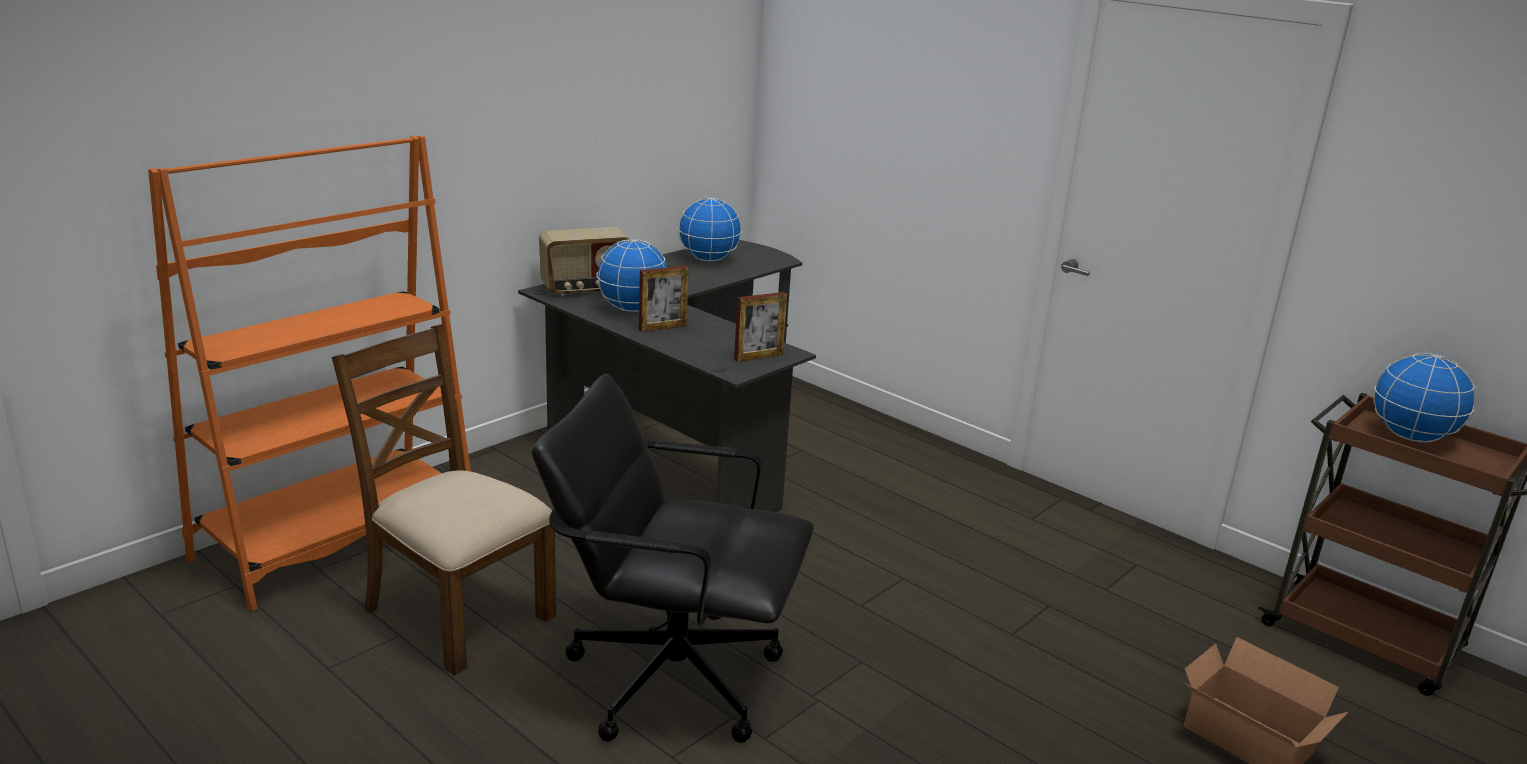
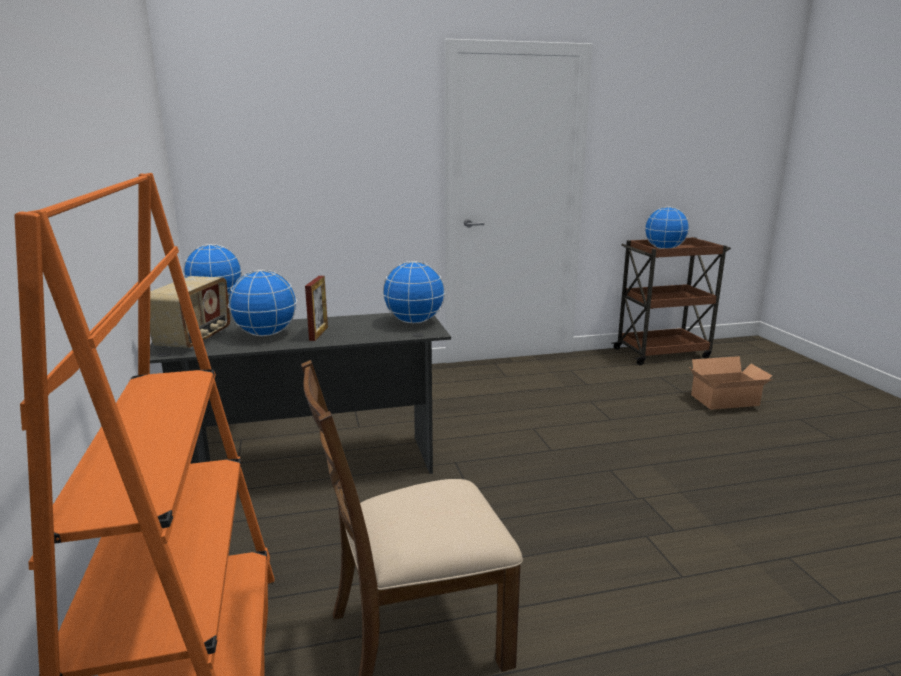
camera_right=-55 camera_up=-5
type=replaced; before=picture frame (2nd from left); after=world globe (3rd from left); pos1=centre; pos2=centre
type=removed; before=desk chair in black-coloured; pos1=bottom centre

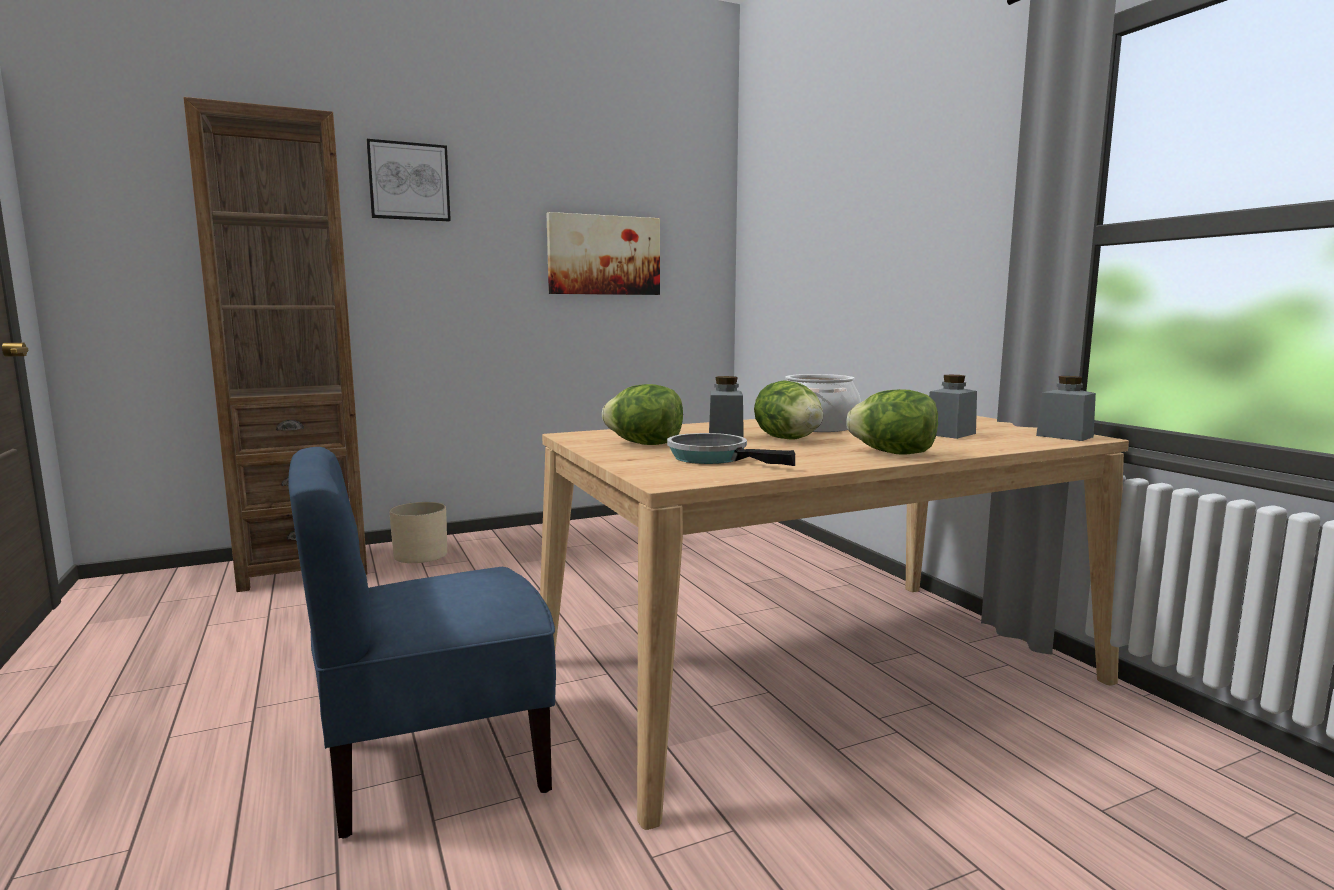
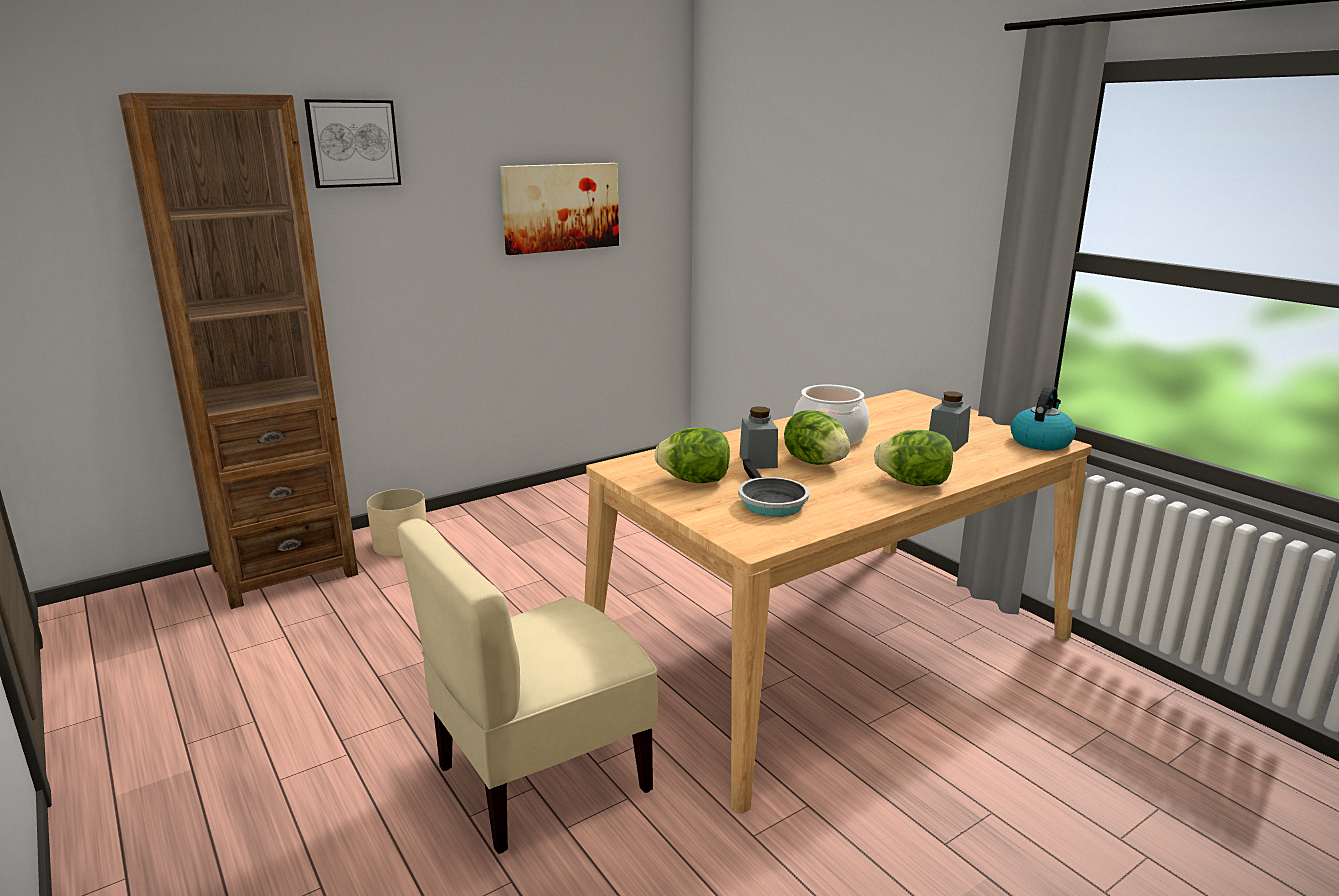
camera_right=-10 camera_up=10
type=replaced; before=storage jar in greyish (3rd from left); after=water kettle; pos1=middle right; pos2=middle right
type=turned; before=pan; pos1=centre; pos2=centre; turn=-135
type=recoloured; before=upright chair in blue; after=upright chair in sand-coloured; pos1=bottom left; pos2=bottom centre

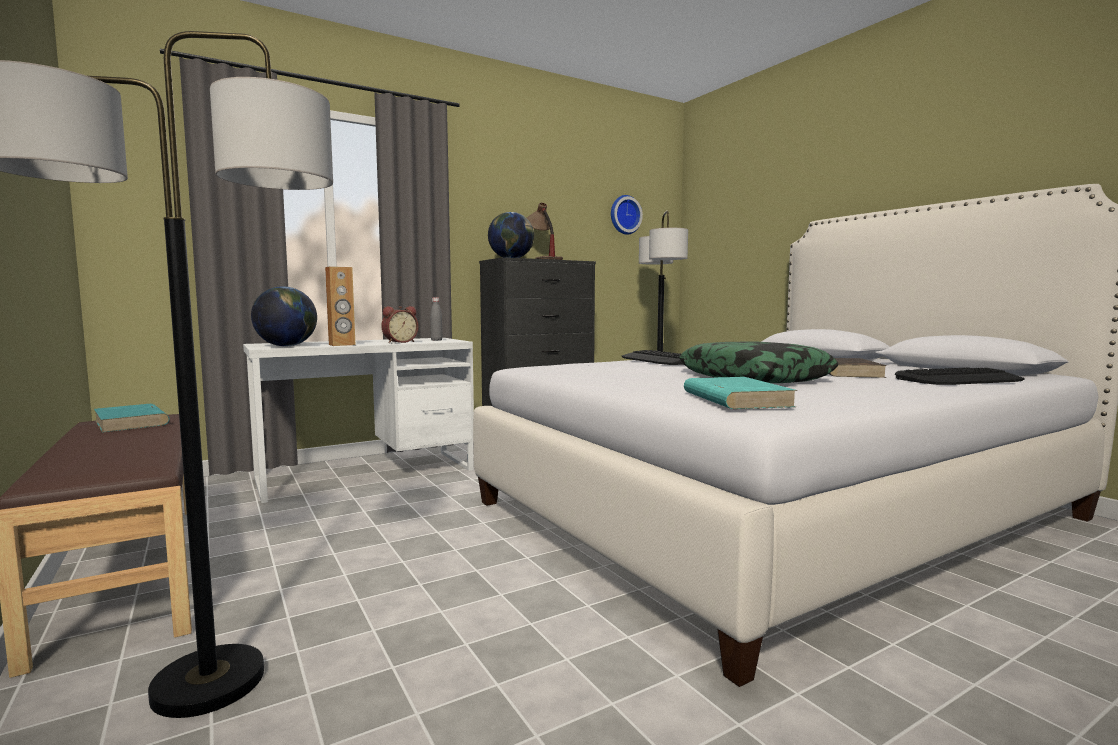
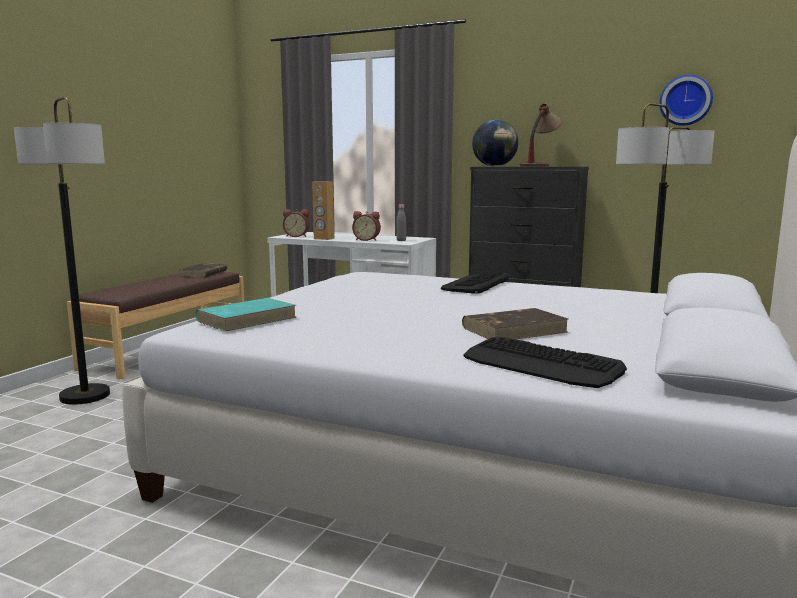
camera_right=55 camera_up=5
type=replaced; before=world globe (1st from left); after=alarm clock (1st from left); pos1=middle left; pos2=centre
type=removed; before=throw pillow; pos1=middle right
type=recoloured; before=book in blue-green (1st from left); after=book in brown (1st from left); pos1=middle left; pos2=middle left

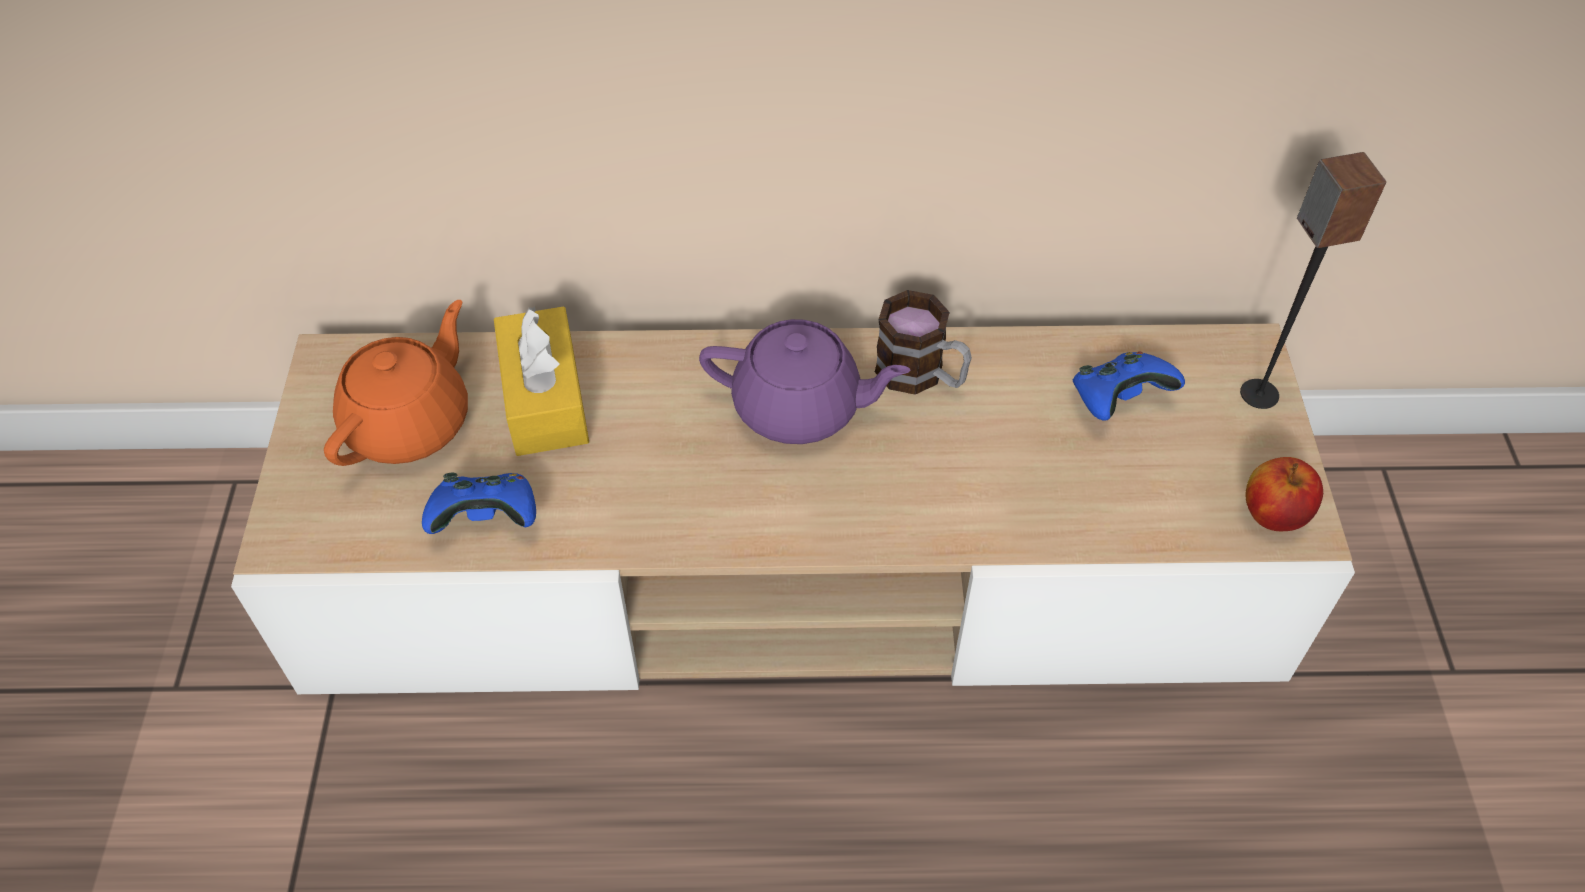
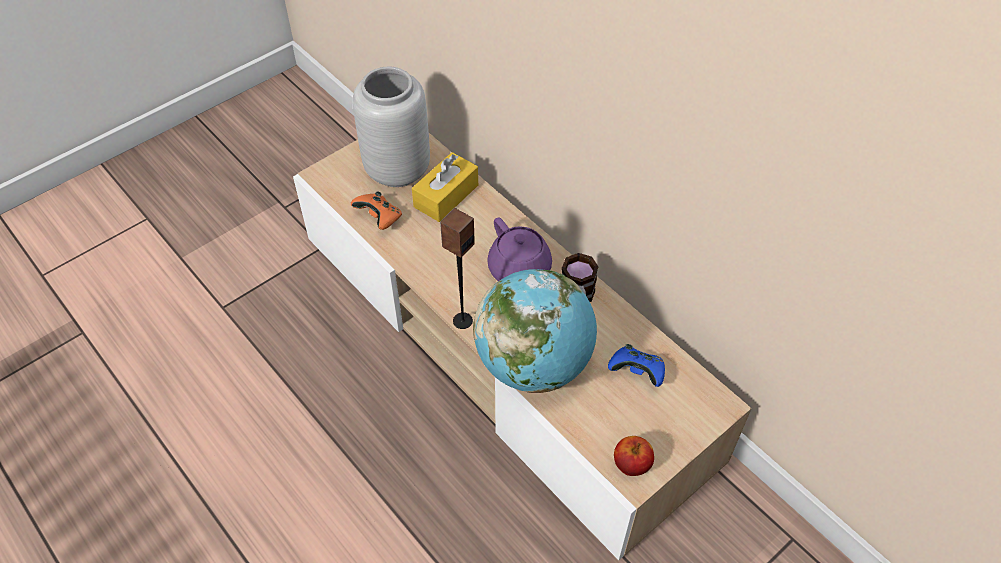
camera_right=50 camera_up=0
type=moved; before=loudspeaker; pos1=top right; pos2=centre
type=replaced; before=tea pot in orange-coloured; after=flower vase in greyish; pos1=middle left; pos2=top centre
type=recoloured; before=joypad in blue (1st from left); after=joypad in orange-coloured; pos1=middle left; pos2=centre
type=added; after=world globe; pos2=centre

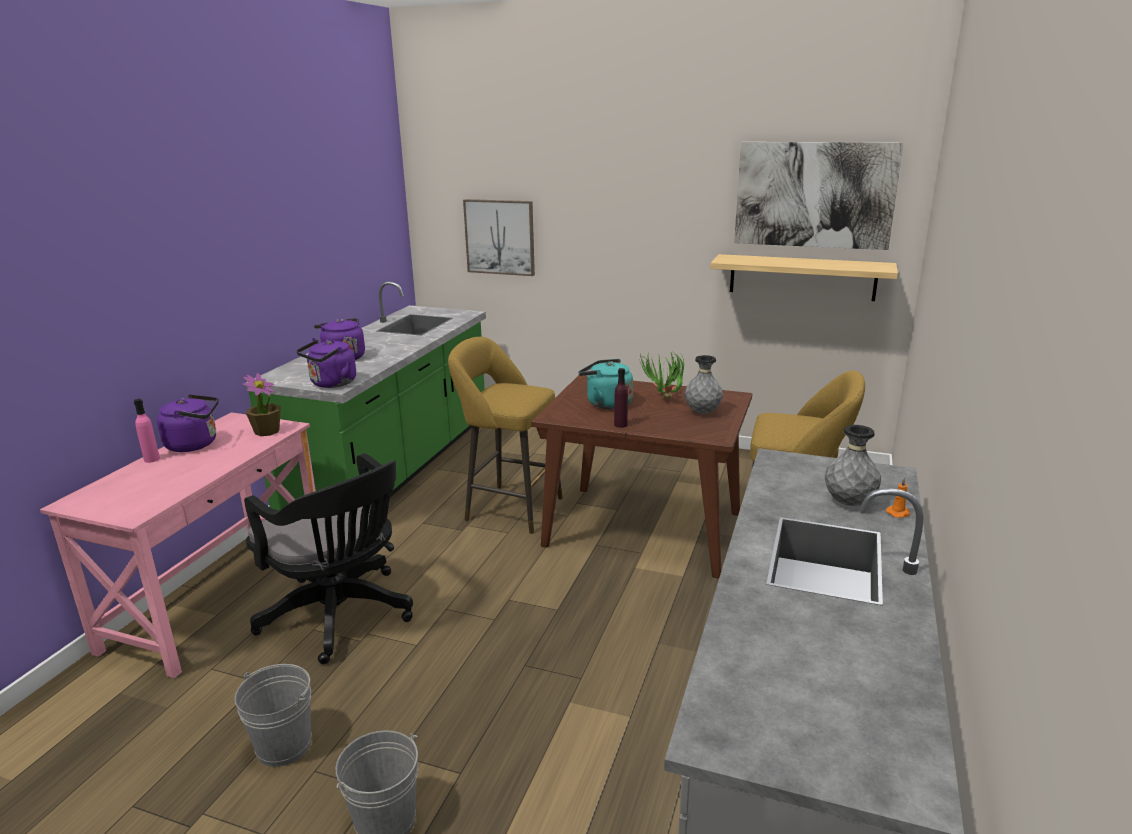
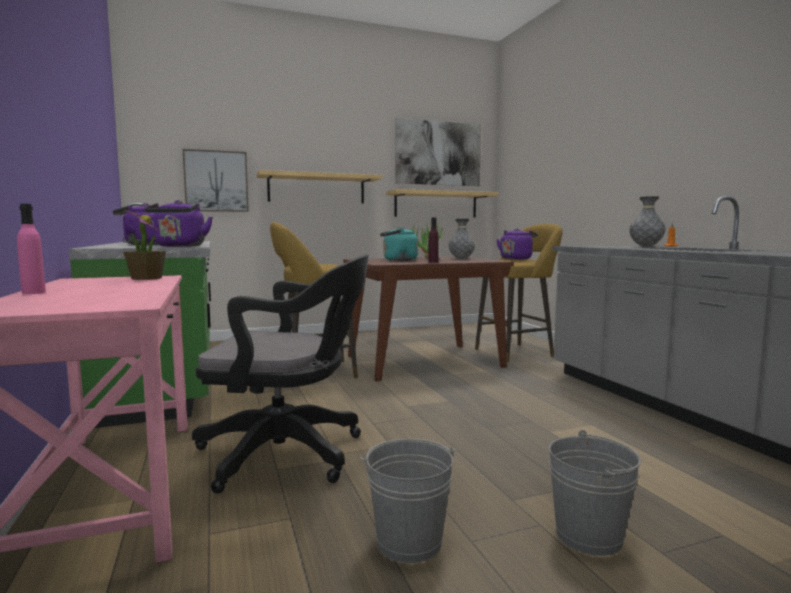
camera_right=-40 camera_up=-15
type=moved; before=water kettle in purplish (1st from left in the first image); after=water kettle in purplish (3rd from left); pos1=middle left; pos2=centre
type=added; after=bracket shelf (1st from left); pos2=top centre

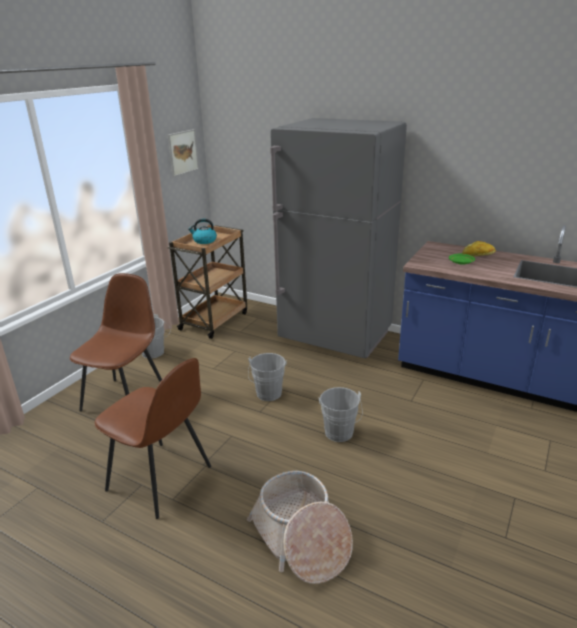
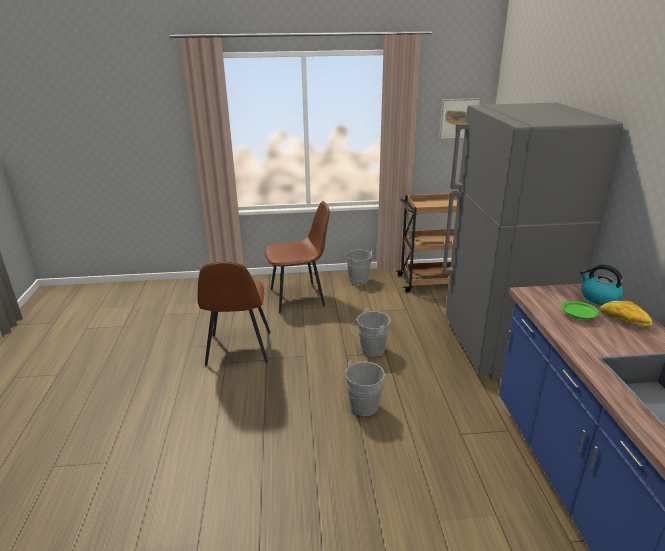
camera_right=55 camera_up=0
type=moved; before=water kettle; pos1=centre; pos2=middle right
type=removed; before=basket; pos1=bottom centre

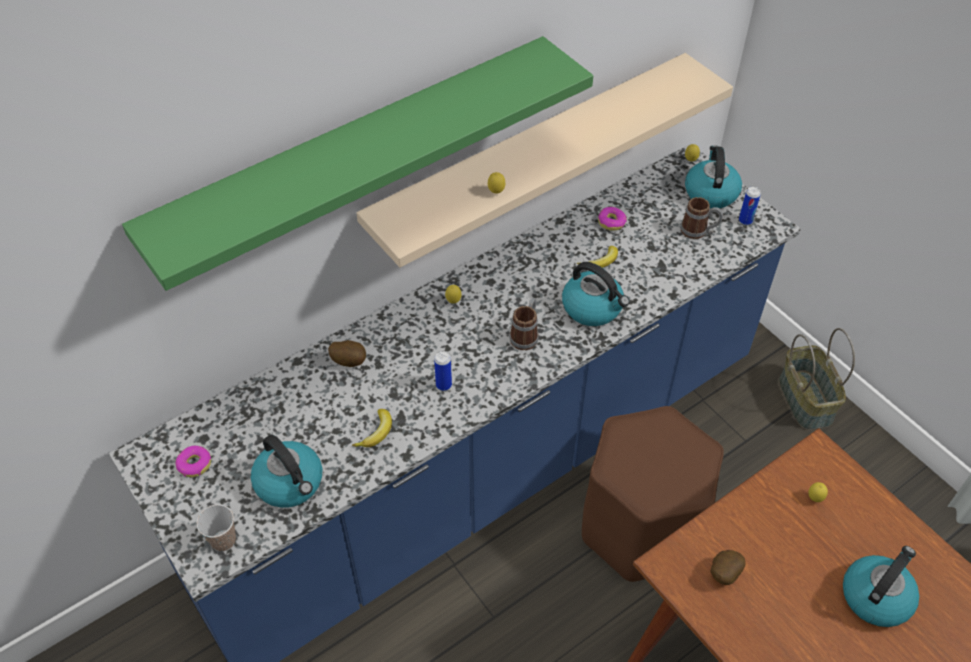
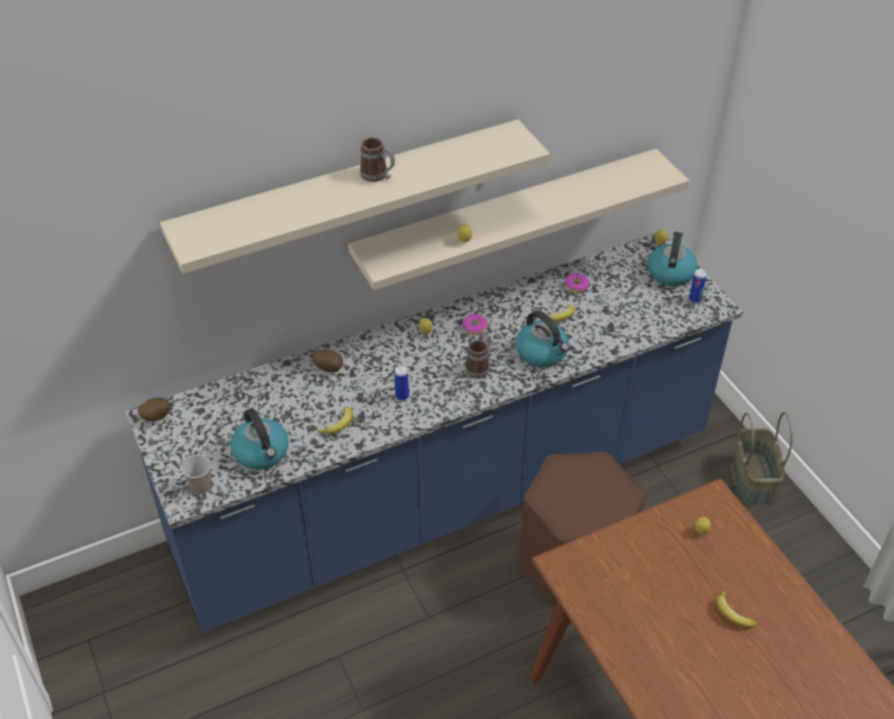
camera_right=10 camera_up=-5
type=recoloured; before=bracket shelf in greenish; after=bracket shelf in sand-coloured (1st from left); pos1=top centre; pos2=top centre
type=moved; before=tea mug (2nd from left in the first image); after=tea mug (1st from left); pos1=top right; pos2=top centre
type=moved; before=ring doughnut (1st from left); pos1=bottom left; pos2=centre
type=replaced; before=water kettle (4th from left); after=banana (3rd from left); pos1=bottom right; pos2=bottom right
type=moved; before=potato (2nd from left in the first image); after=potato (1st from left); pos1=bottom right; pos2=middle left

